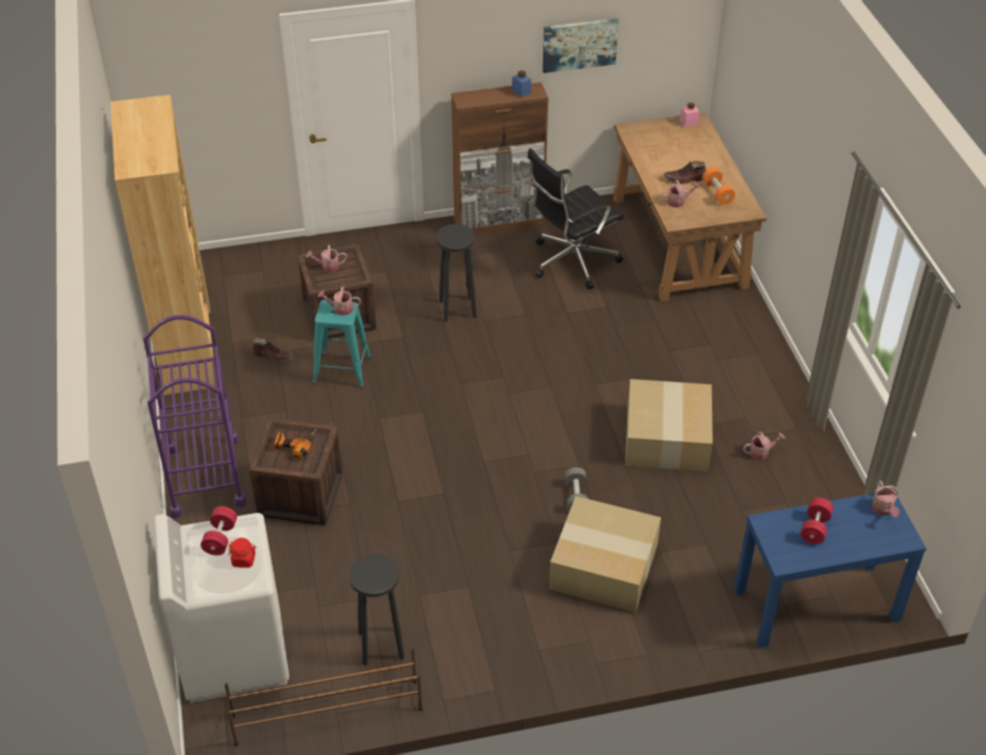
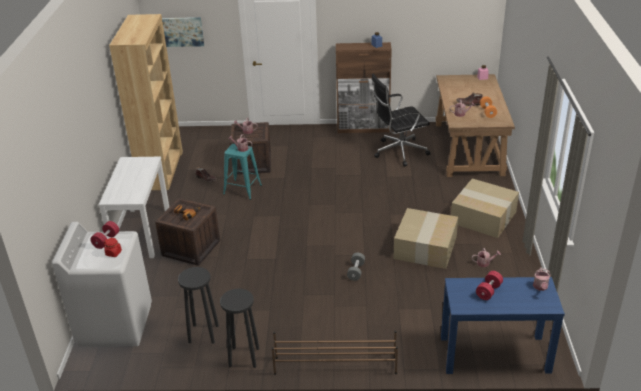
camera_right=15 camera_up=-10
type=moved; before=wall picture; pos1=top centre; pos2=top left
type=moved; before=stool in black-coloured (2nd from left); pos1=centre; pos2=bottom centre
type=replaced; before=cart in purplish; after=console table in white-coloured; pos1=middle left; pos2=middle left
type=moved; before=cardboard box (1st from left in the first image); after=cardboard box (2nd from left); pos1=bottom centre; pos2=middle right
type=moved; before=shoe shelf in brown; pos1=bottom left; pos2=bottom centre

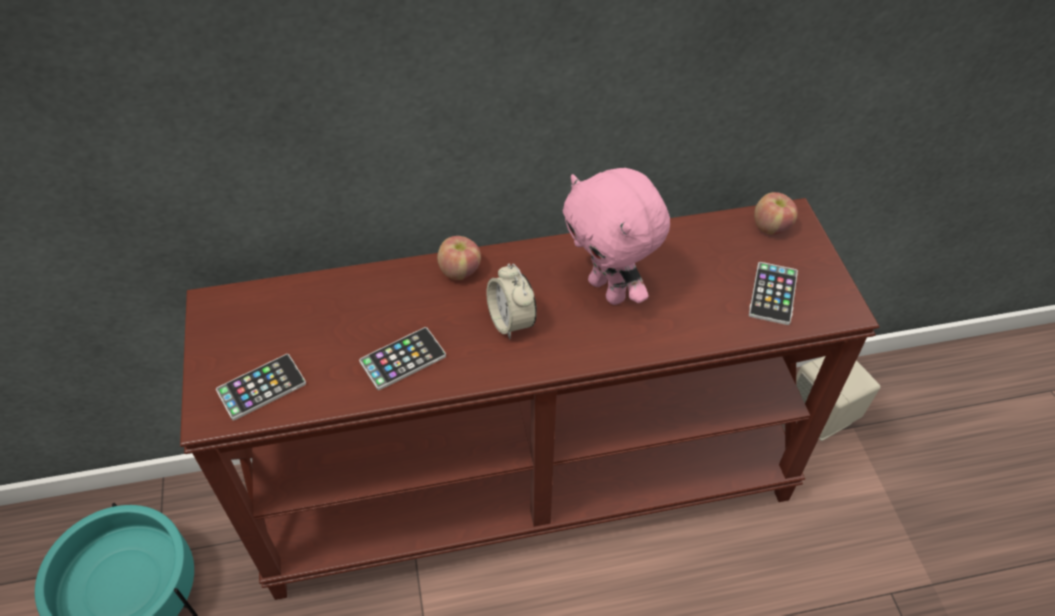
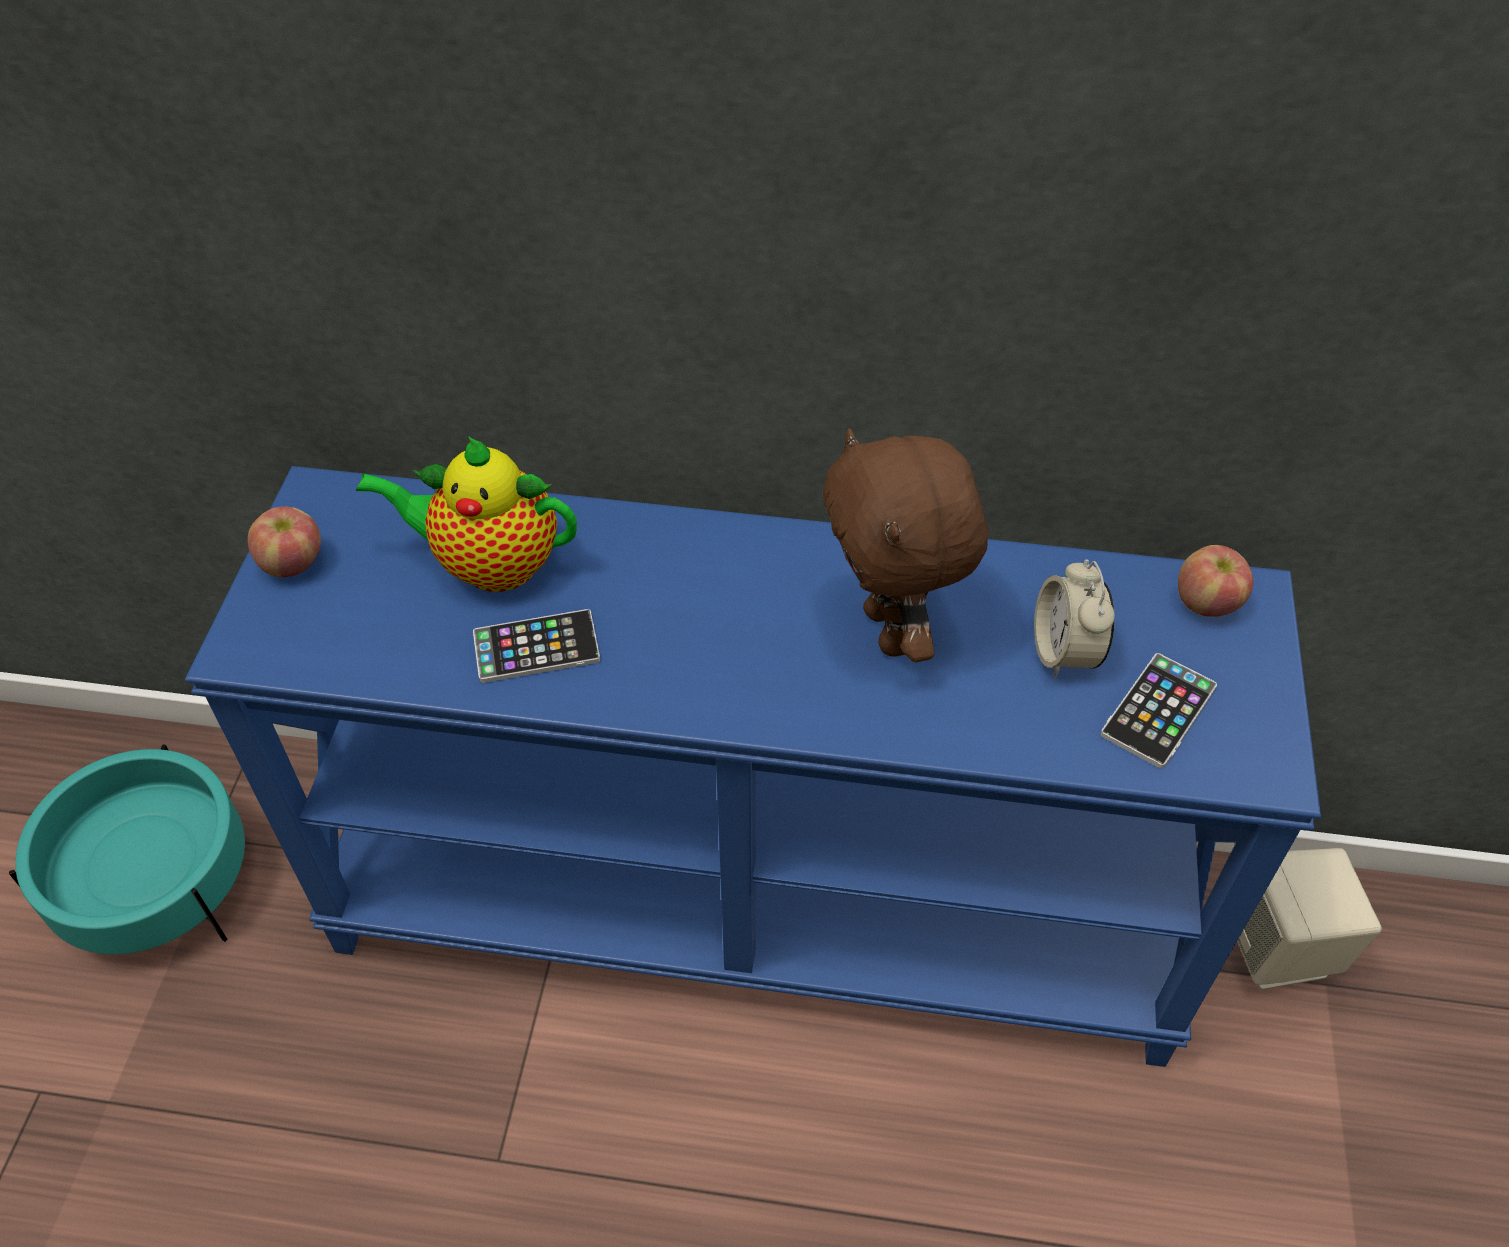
camera_right=20 camera_up=0
type=recoloured; before=plush toy in pink-coloured; after=plush toy in brown; pos1=centre; pos2=centre
type=recoloured; before=console table in brown; after=console table in blue; pos1=centre; pos2=centre
type=moved; before=apple fruit (1st from left); pos1=centre; pos2=middle left
type=moved; before=alarm clock; pos1=centre; pos2=middle right
type=removed; before=handset (1st from left); pos1=middle left
type=added; after=tea pot; pos2=middle left

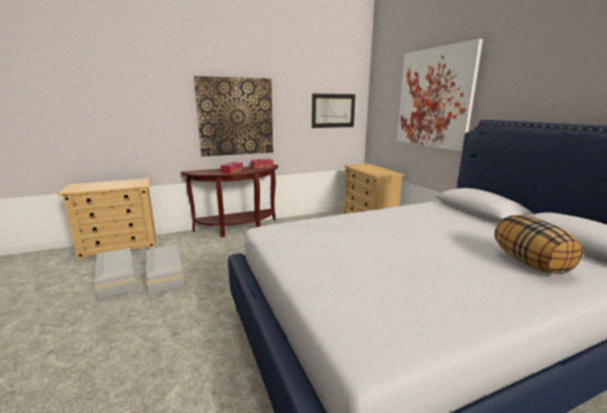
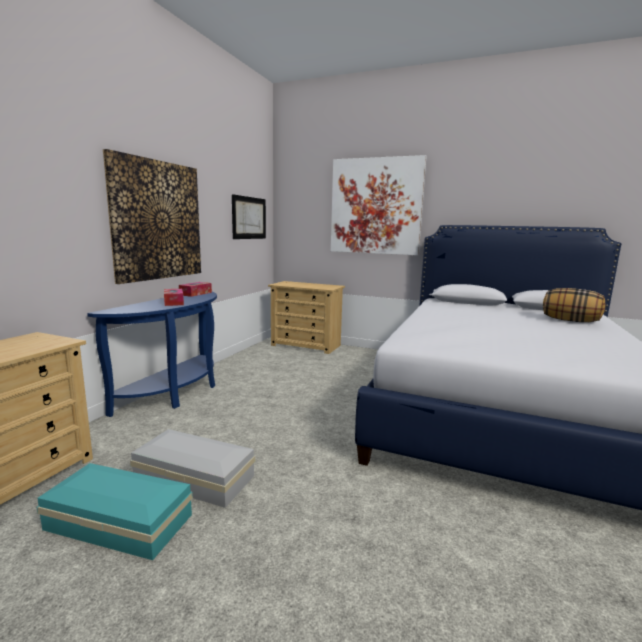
camera_right=-45 camera_up=-5
type=recoloured; before=console table in brown; after=console table in blue; pos1=centre; pos2=middle left
type=recoloured; before=storage container in white-coloured (1st from left); after=storage container in blue-green; pos1=middle left; pos2=bottom left

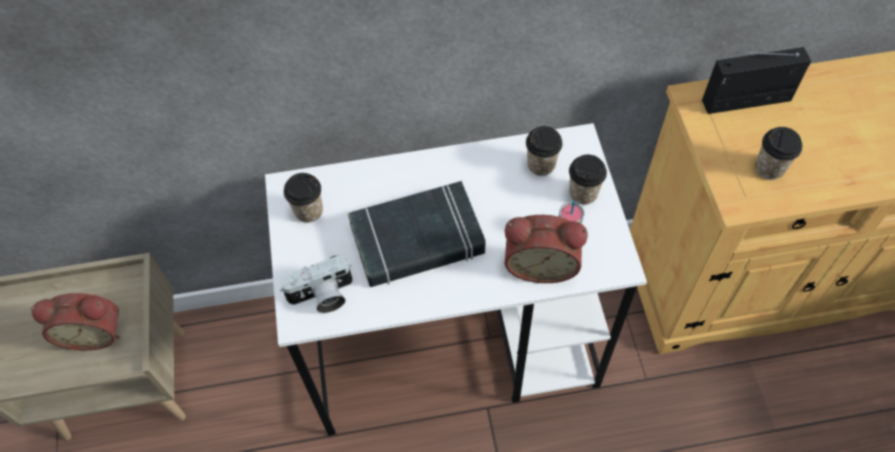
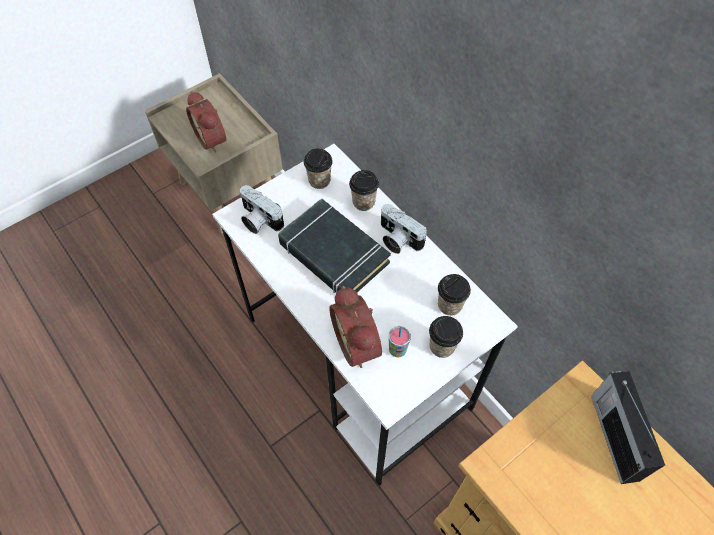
camera_right=60 camera_up=0
type=turned; before=radio set; pos1=top right; pos2=bottom right; turn=-150
type=moved; before=drinking cup (5th from left in the first image); after=drinking cup (2nd from left); pos1=middle right; pos2=centre
type=added; after=photo camera (2nd from left); pos2=centre

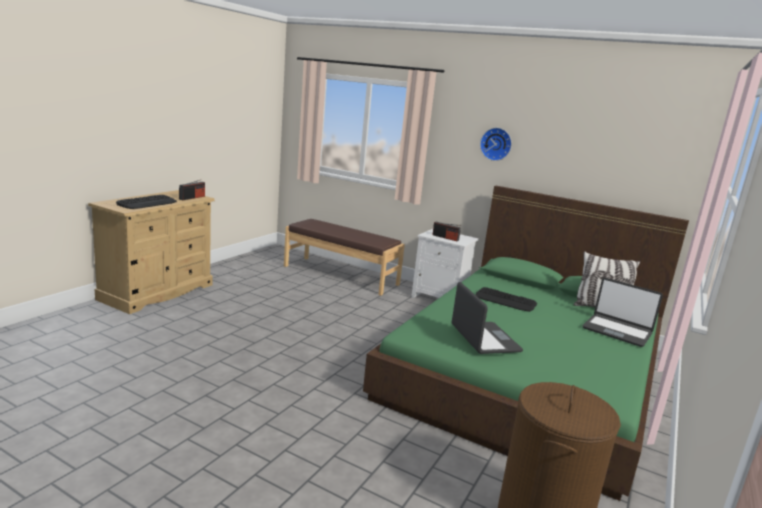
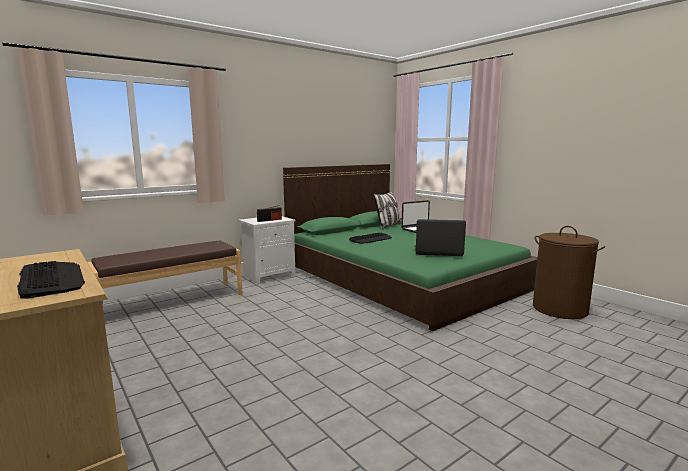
camera_right=-65 camera_up=-5
type=removed; before=wall clock; pos1=top centre
type=removed; before=radio set (1st from left); pos1=middle left

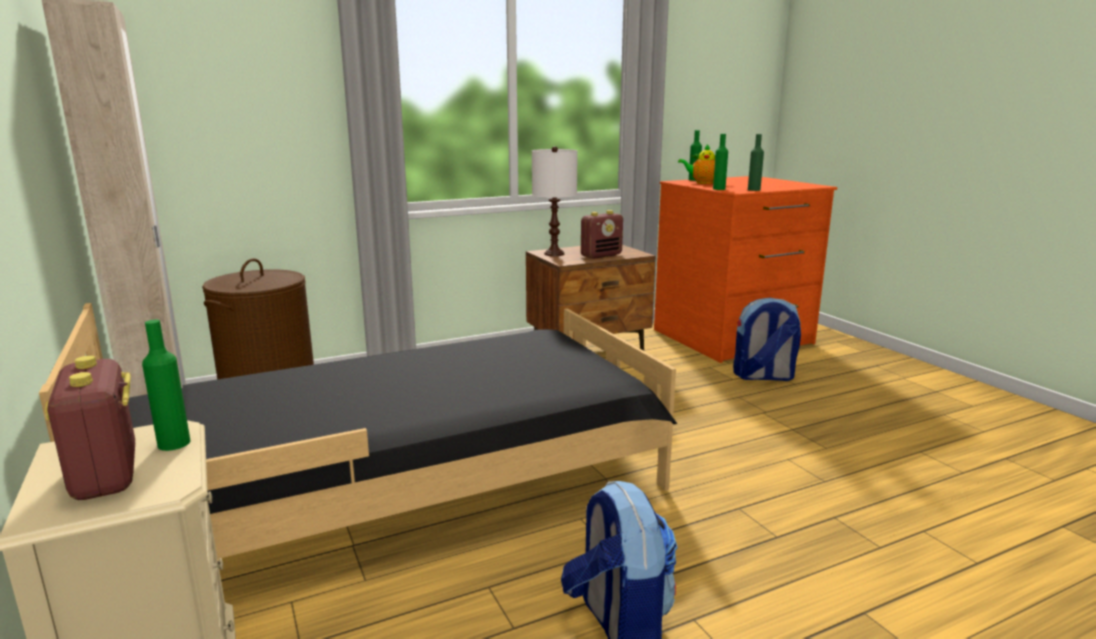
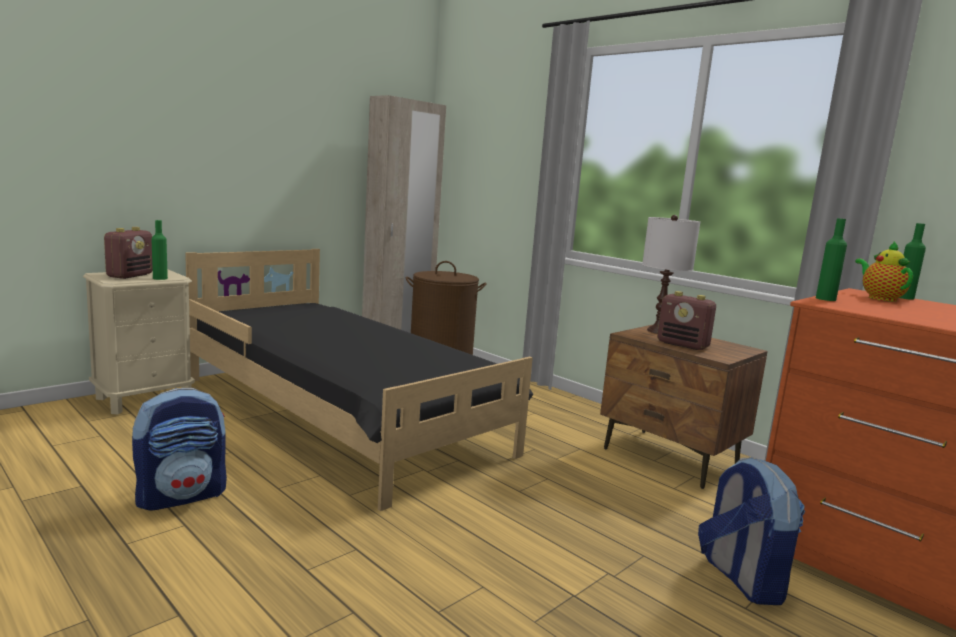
camera_right=70 camera_up=-5
type=removed; before=bottle in greenish (4th from left); pos1=top right
type=turned; before=radio set (1st from left); pos1=bottom left; pos2=middle left; turn=150

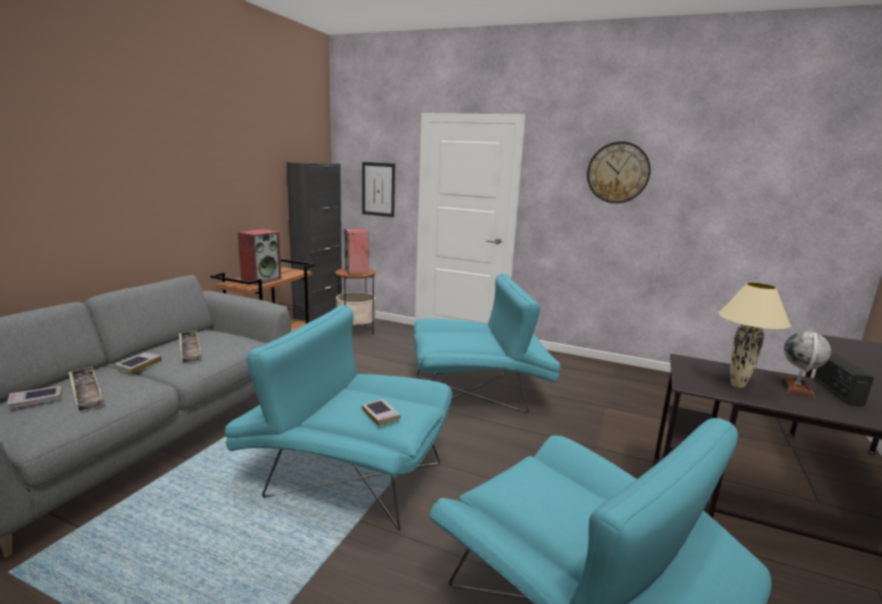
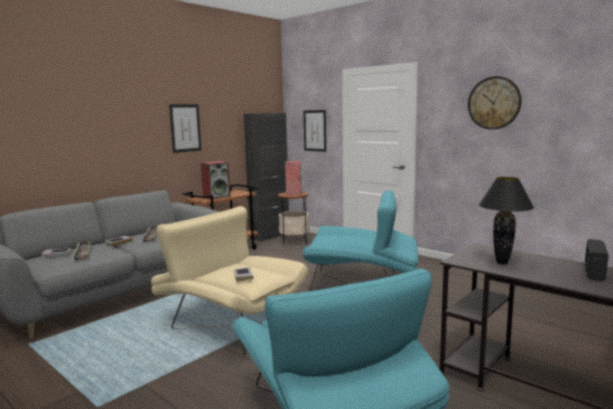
camera_right=20 camera_up=-5
type=recoloured; before=tabletop lamp in sand-coloured; after=tabletop lamp in black-coloured; pos1=middle right; pos2=middle right
type=recoloured; before=lounge chair in blue-green (1st from left); after=lounge chair in sand-coloured; pos1=bottom centre; pos2=bottom centre
type=removed; before=world globe; pos1=middle right
type=added; after=wall picture (1st from left); pos2=top left

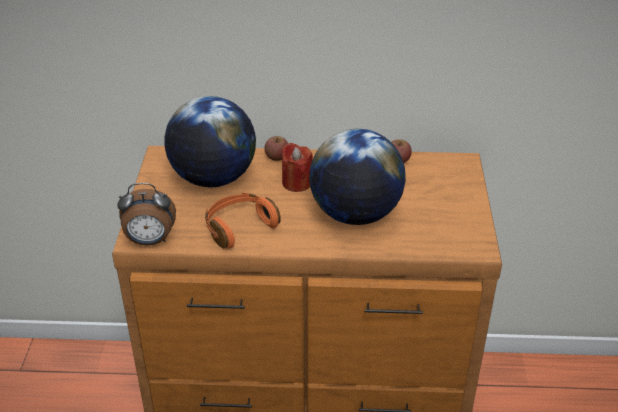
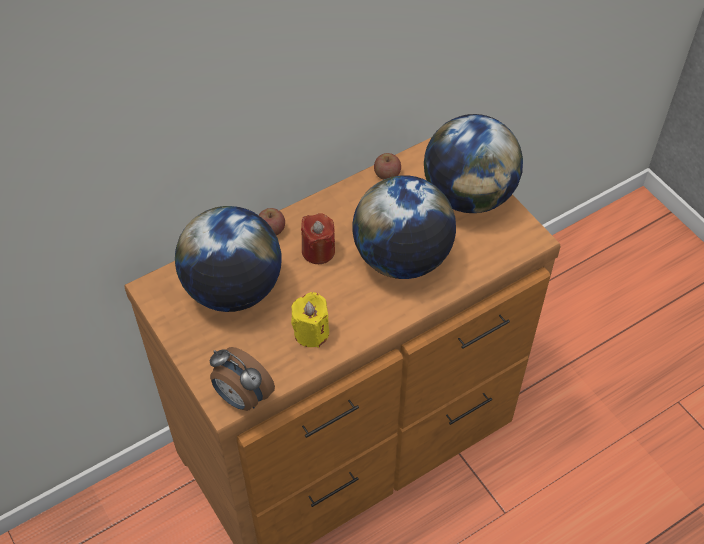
camera_right=-35 camera_up=15
type=turned; before=alarm clock; pos1=middle left; pos2=bottom centre; turn=75
type=replaced; before=headset in orange-coloured; after=candle in yellow-coloured; pos1=centre; pos2=centre
type=added; after=world globe (3rd from left); pos2=top right

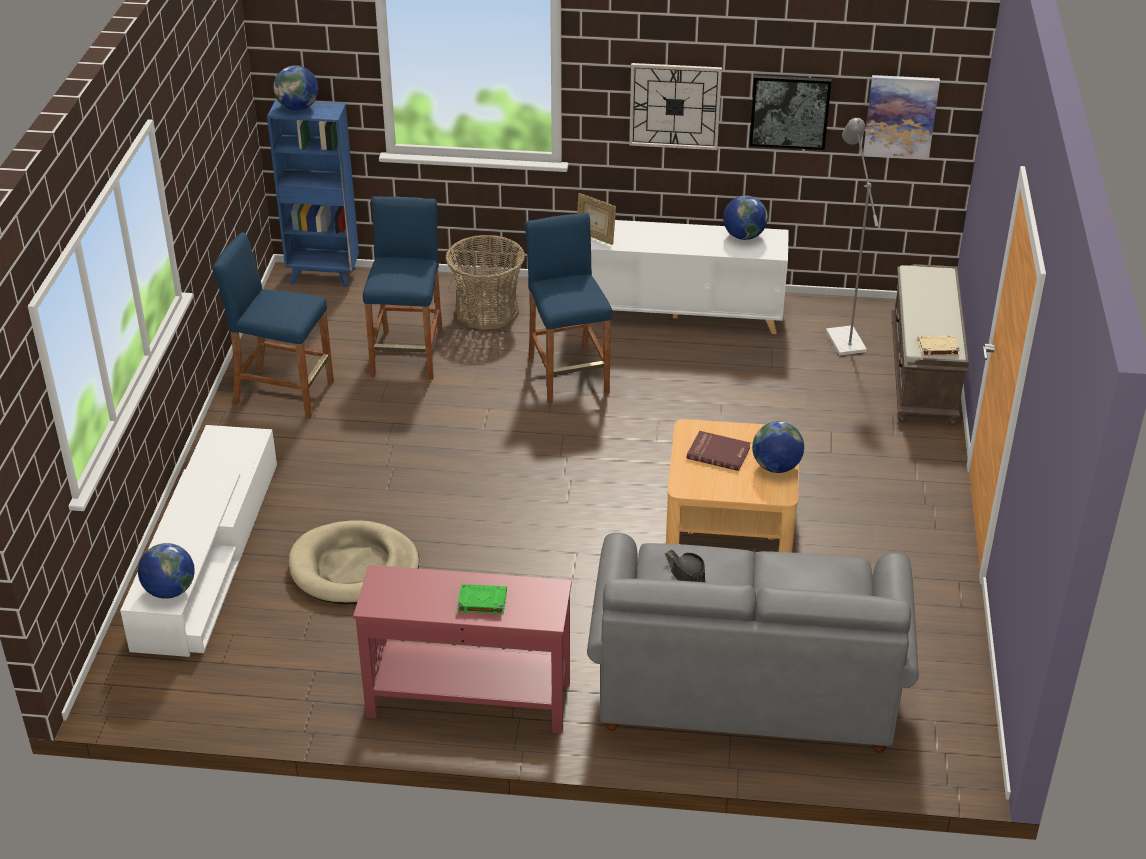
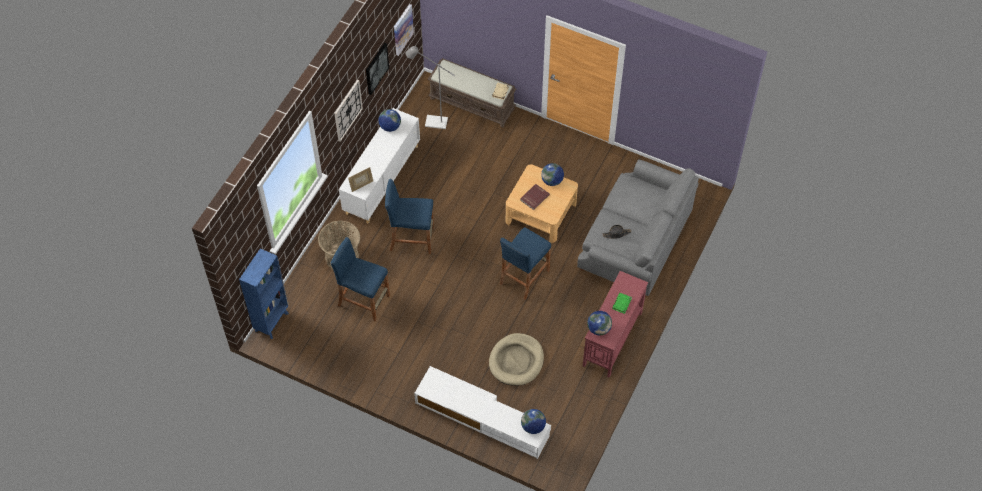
camera_right=-70 camera_up=20
type=moved; before=world globe (2nd from left in the first image); after=world globe (4th from left); pos1=top left; pos2=centre
type=moved; before=stool in blue (1st from left in the first image); after=stool in blue (3rd from left); pos1=middle left; pos2=centre

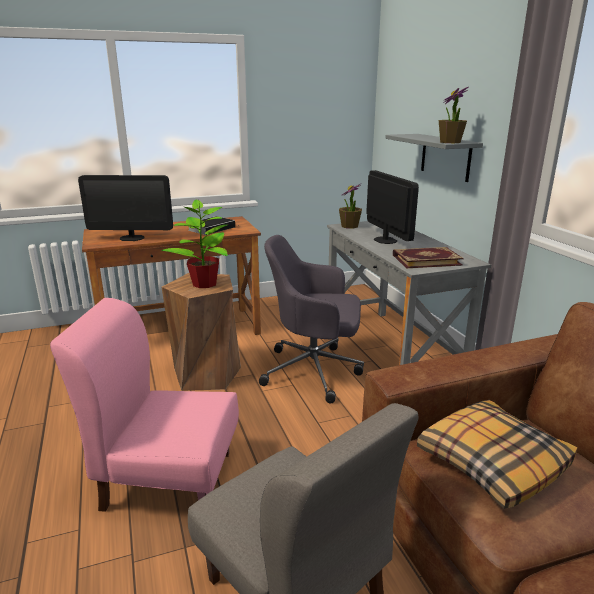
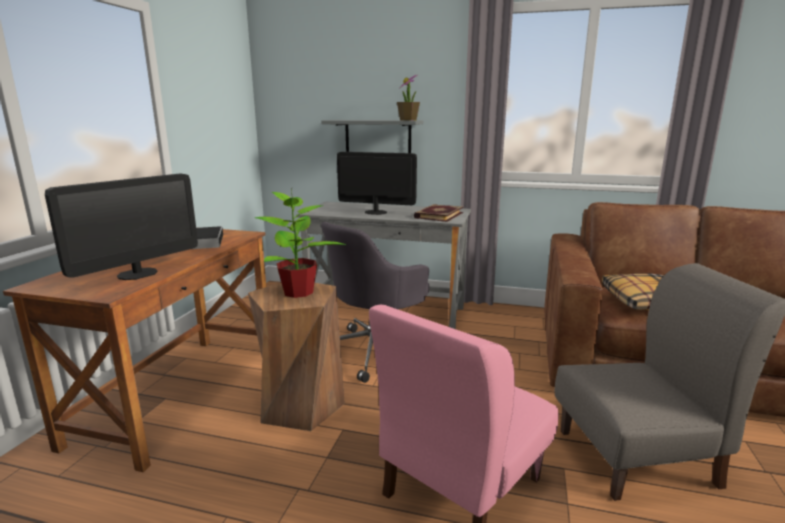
camera_right=-55 camera_up=-5
type=removed; before=plant in a pot (2nd from left); pos1=centre

